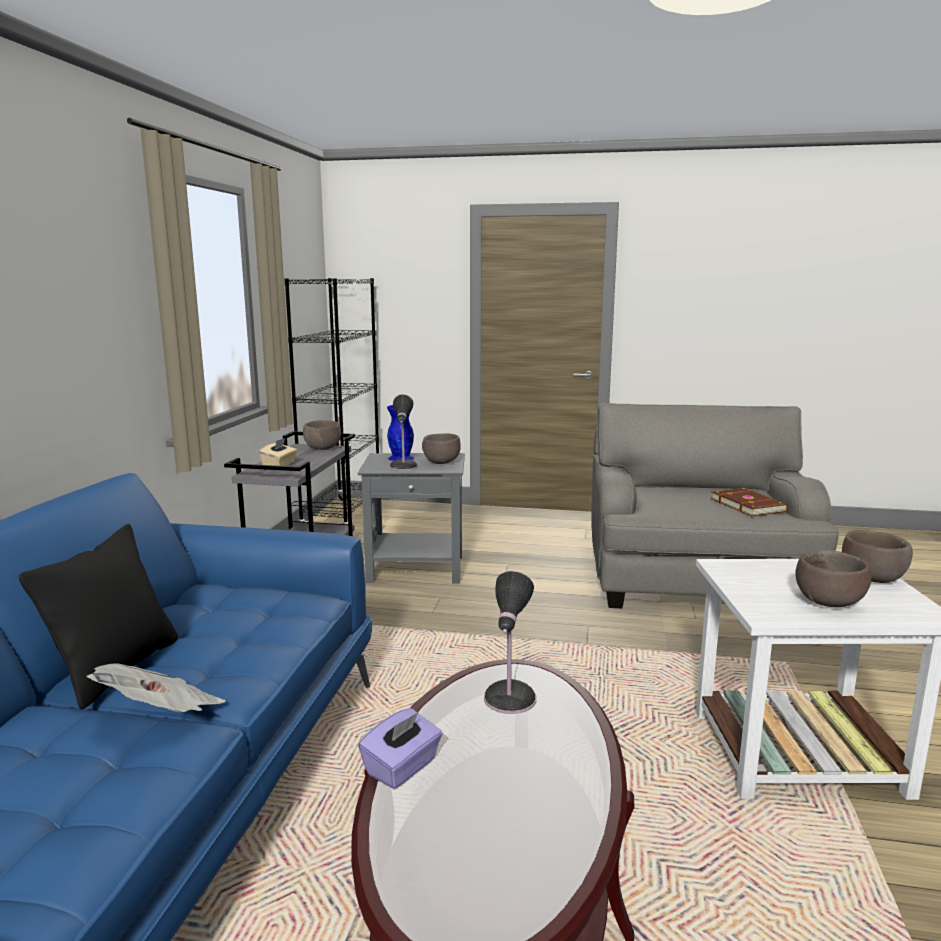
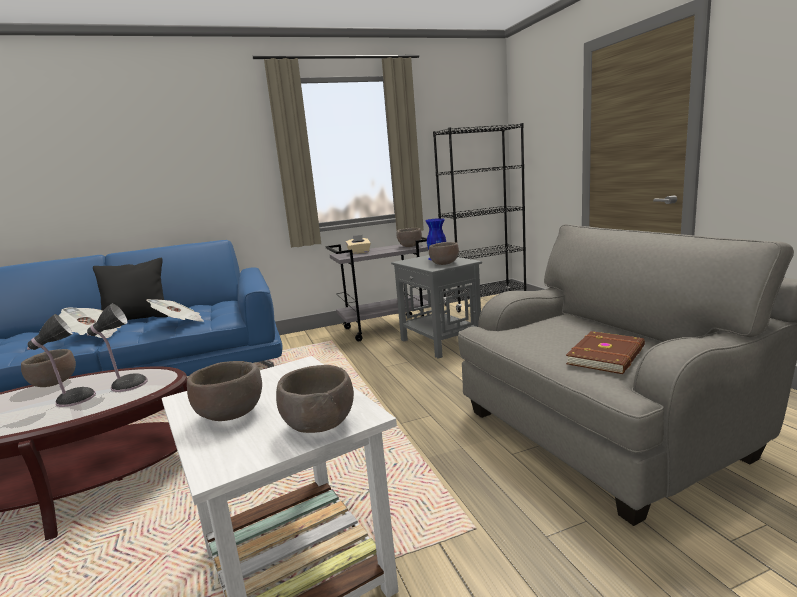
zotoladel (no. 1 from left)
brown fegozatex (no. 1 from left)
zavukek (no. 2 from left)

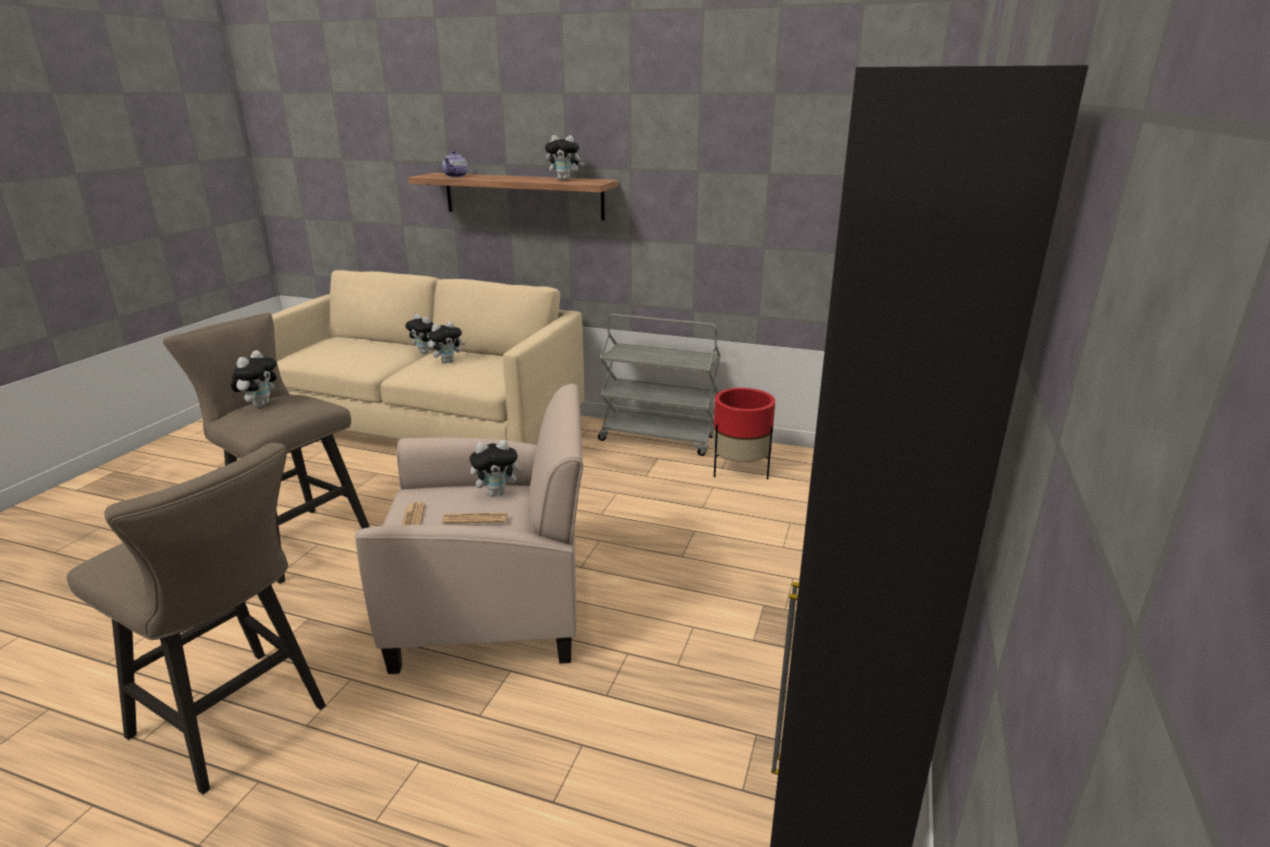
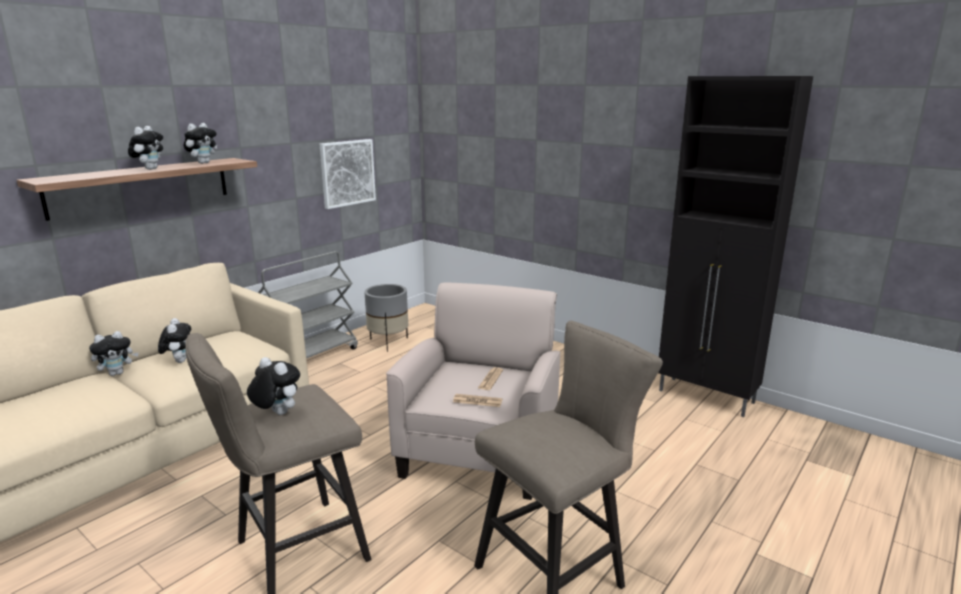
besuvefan
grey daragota
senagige (no. 2 from left)
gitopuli

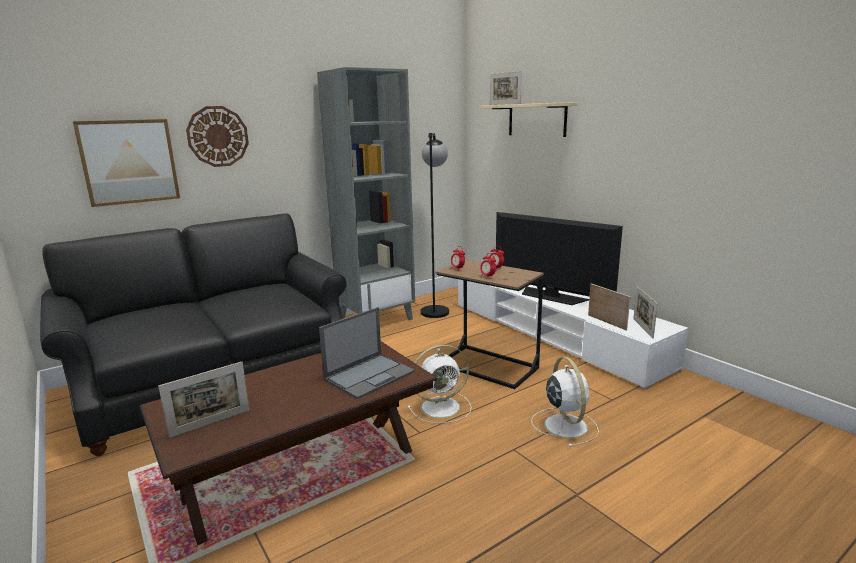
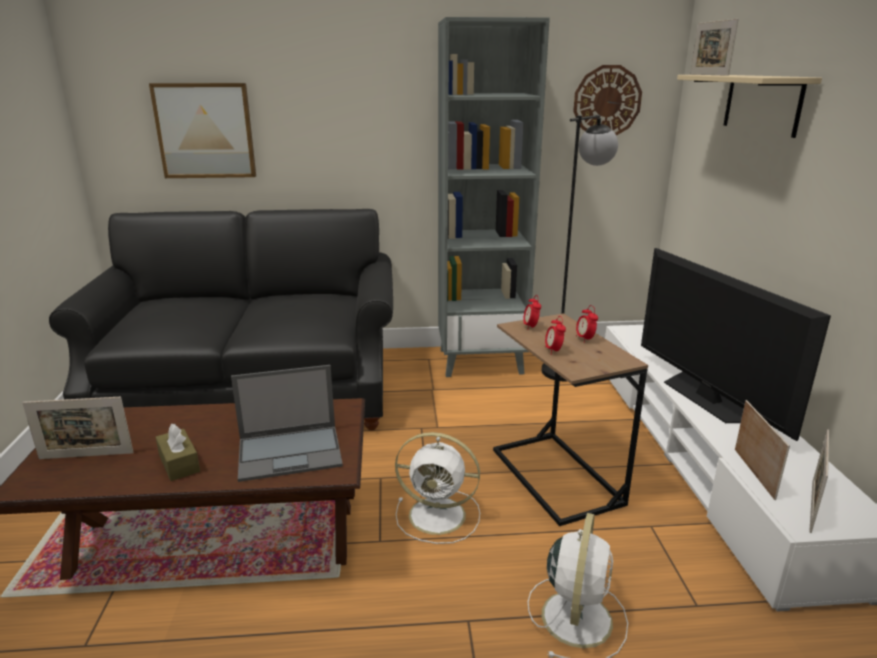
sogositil
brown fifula

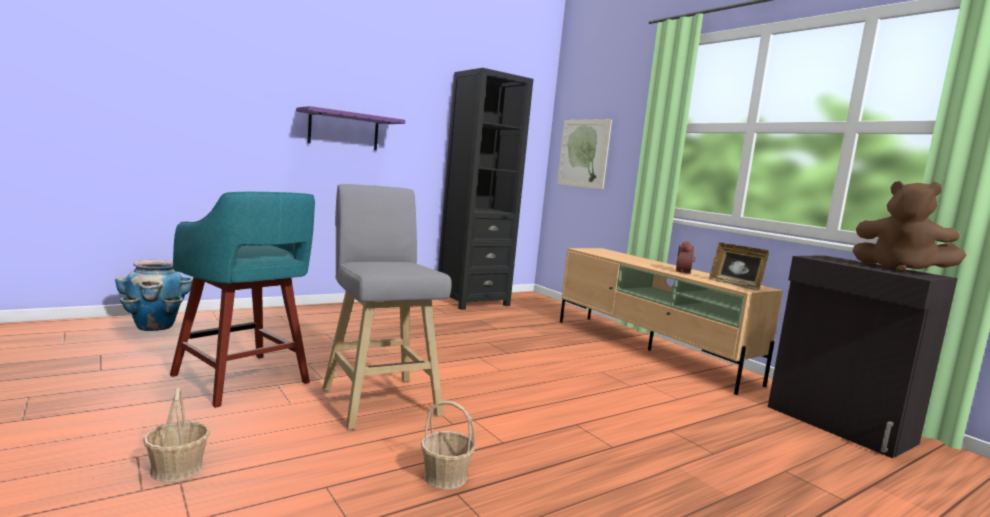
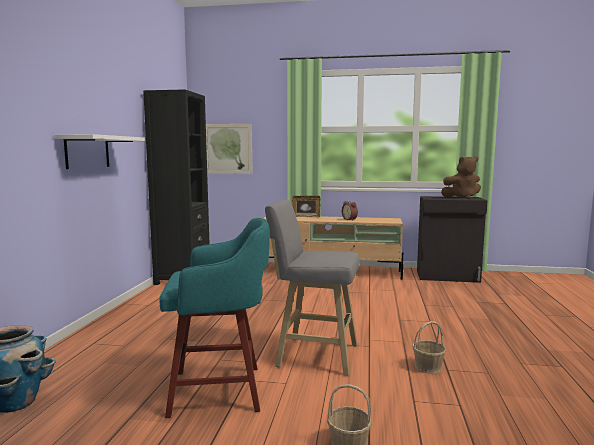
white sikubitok
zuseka

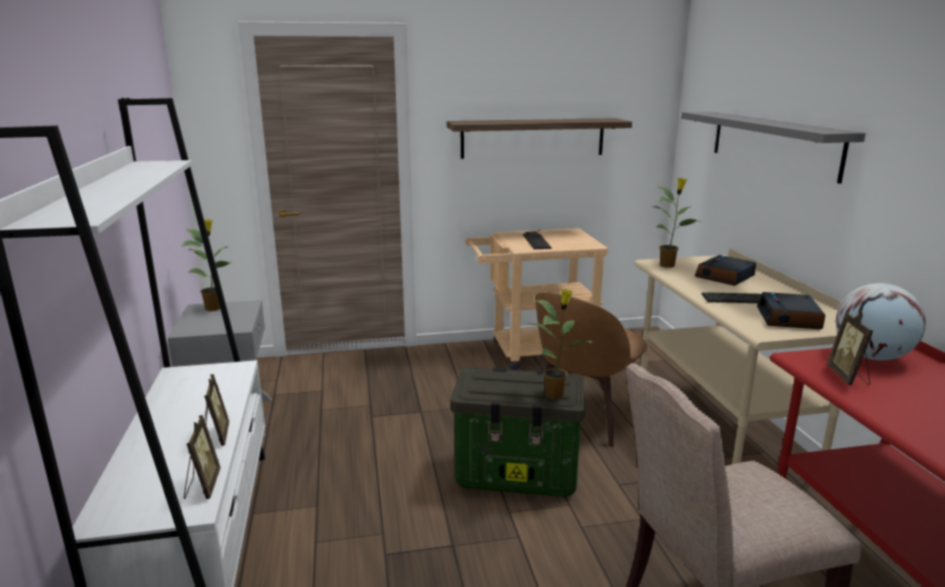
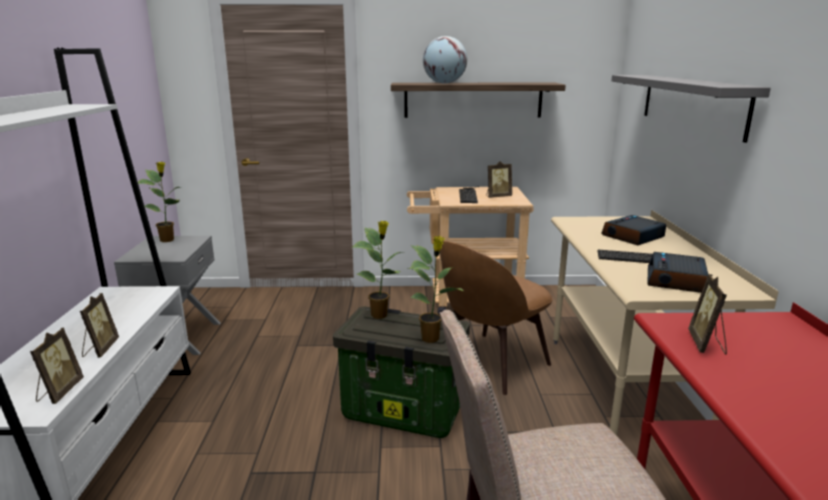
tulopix (no. 2 from left)
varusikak
zuseka (no. 3 from left)

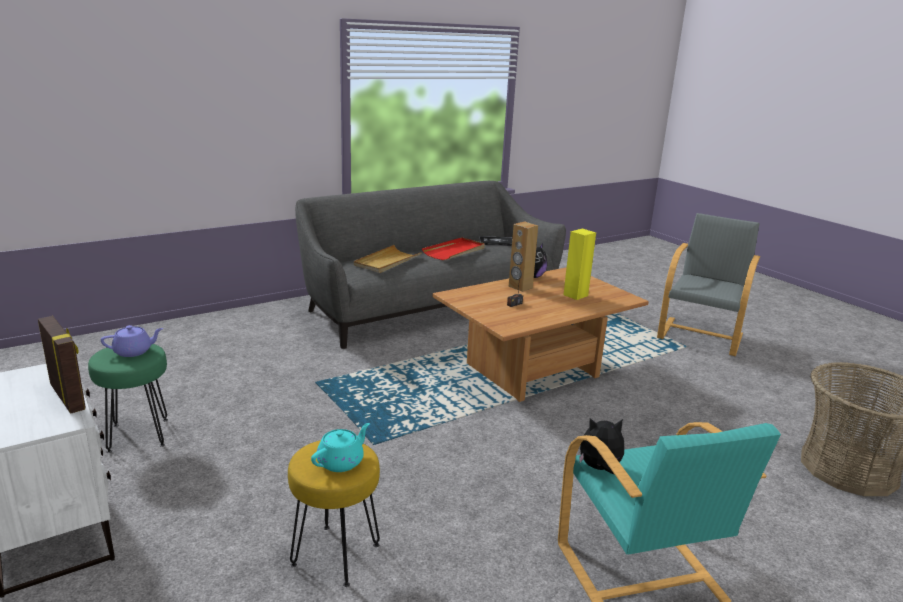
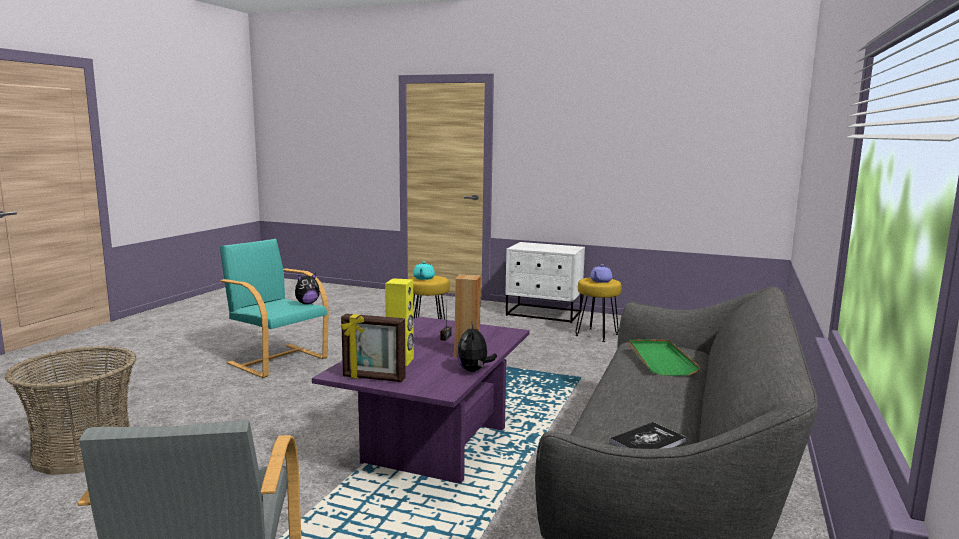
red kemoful
green kemoful
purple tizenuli
zuseka
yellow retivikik (no. 2 from left)

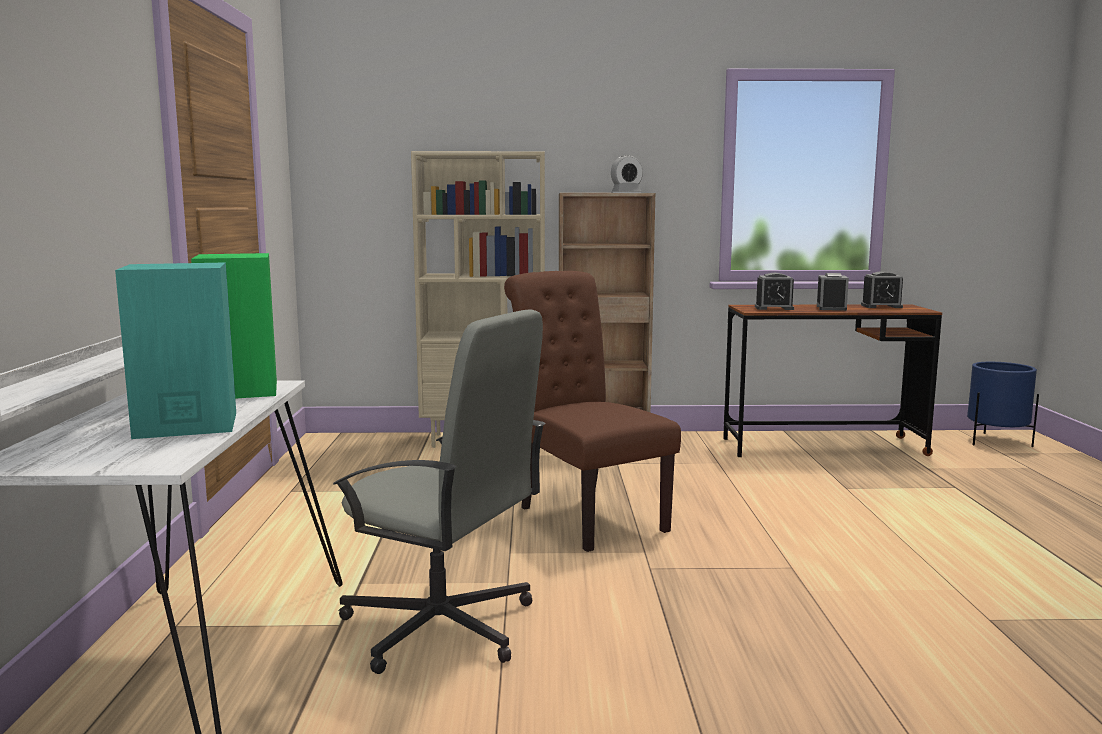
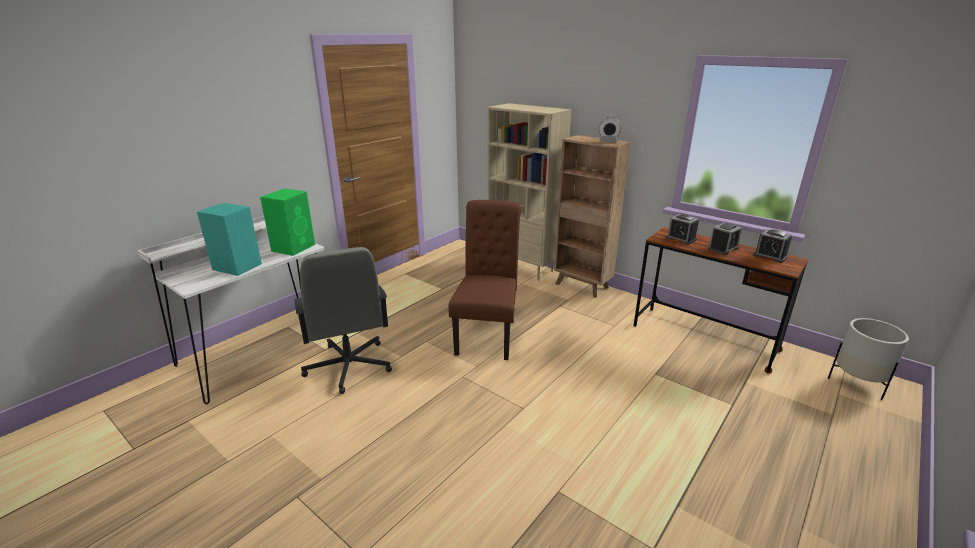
white daragota

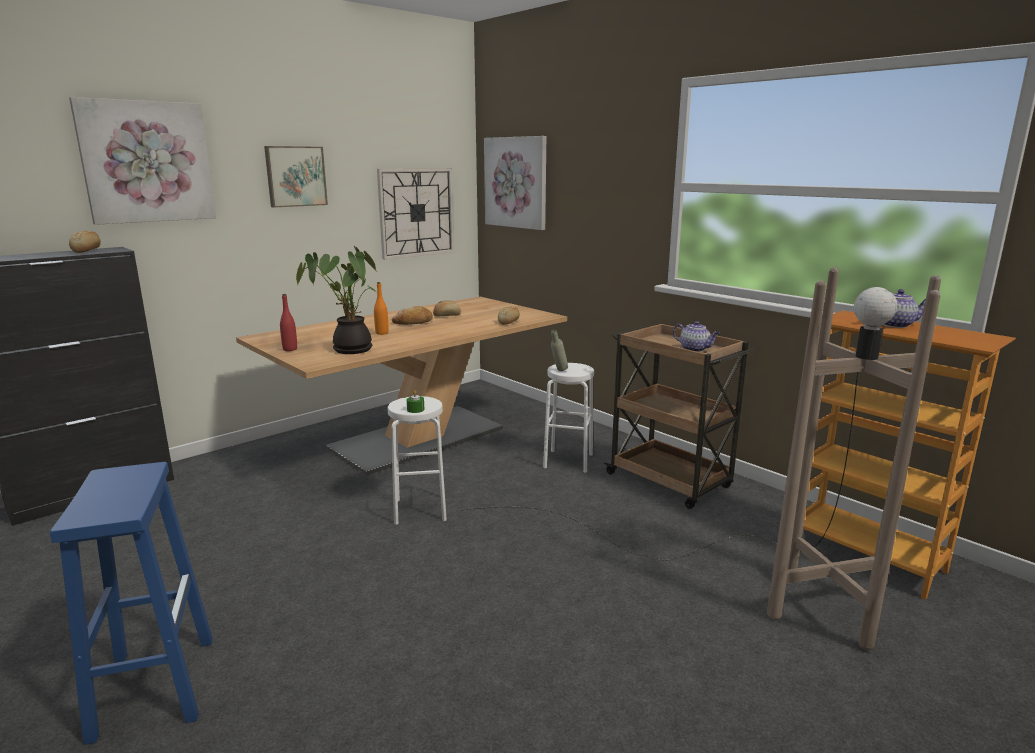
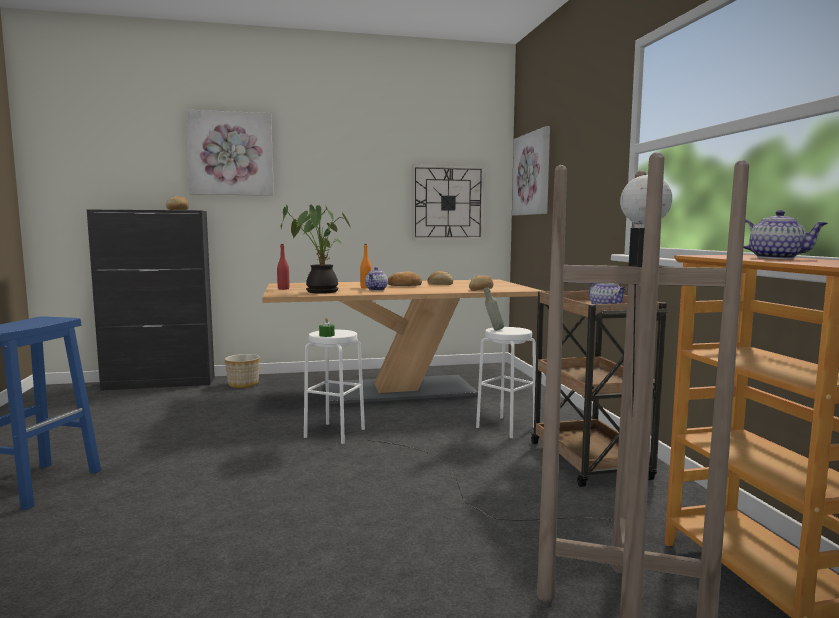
gitopuli (no. 2 from left in the first image)
besuvefan (no. 1 from left)
daragota

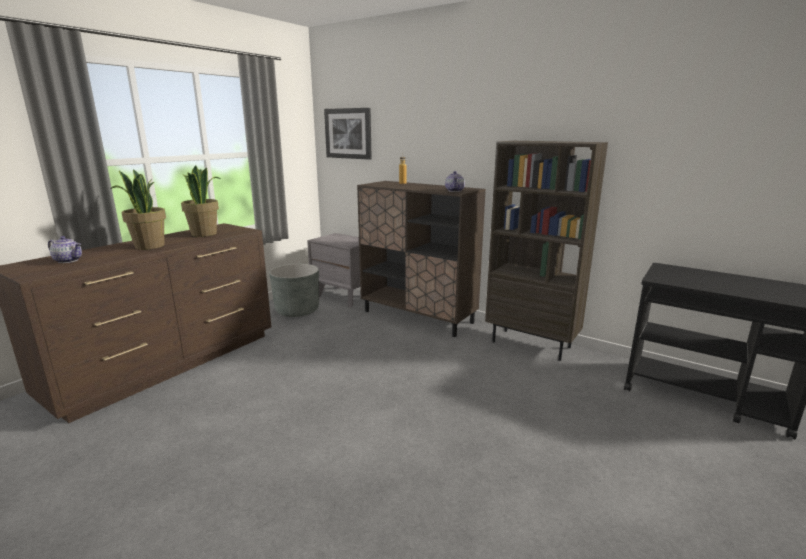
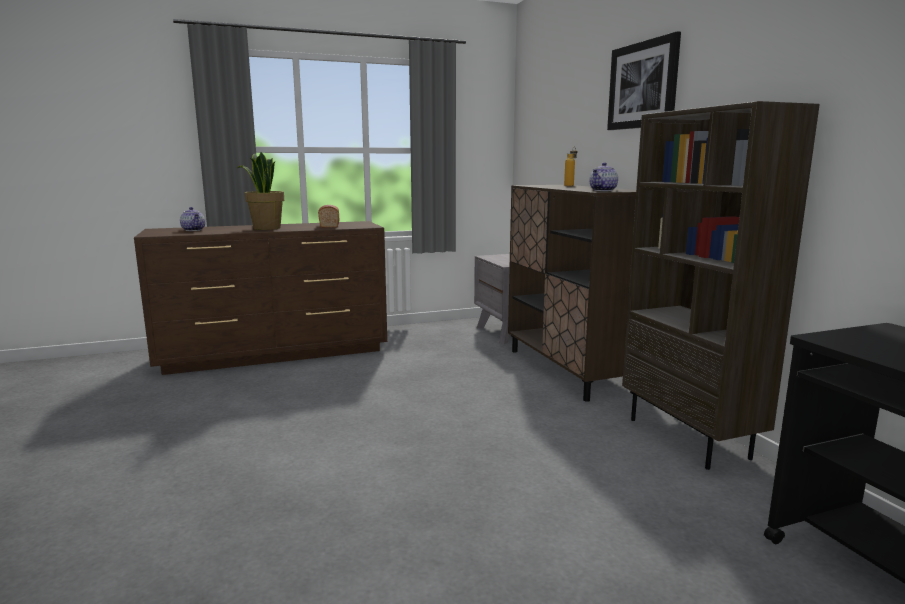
gitopuli
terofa
grey daragota

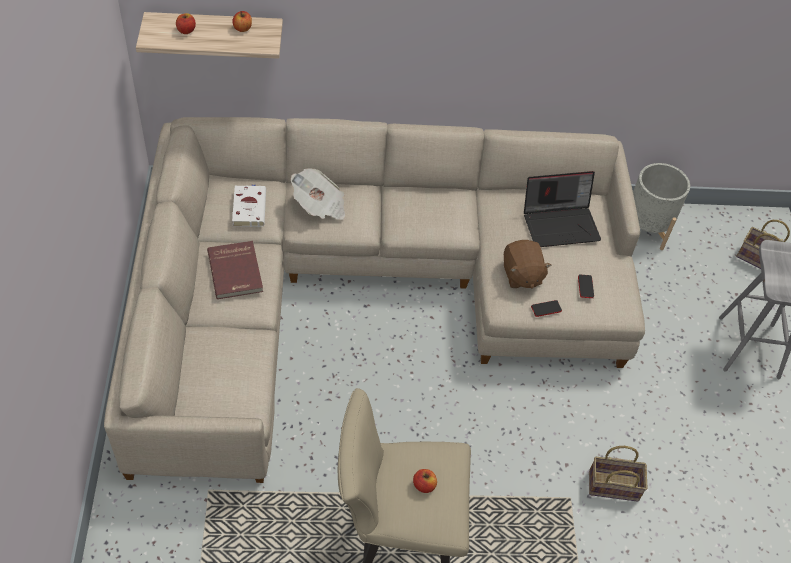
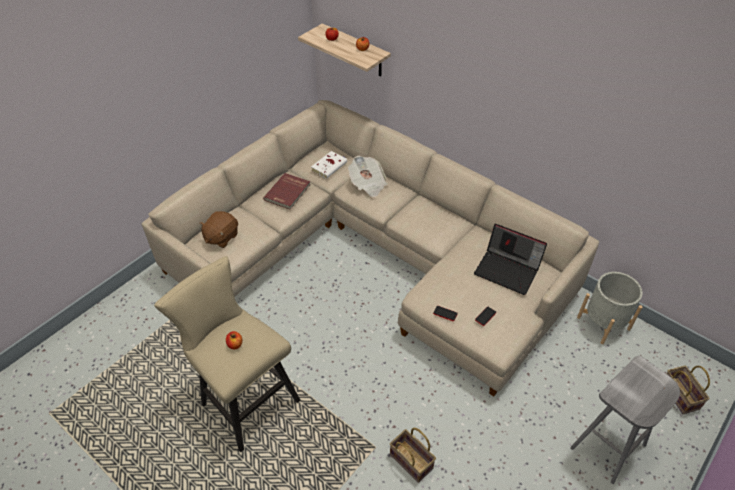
brown senagige

